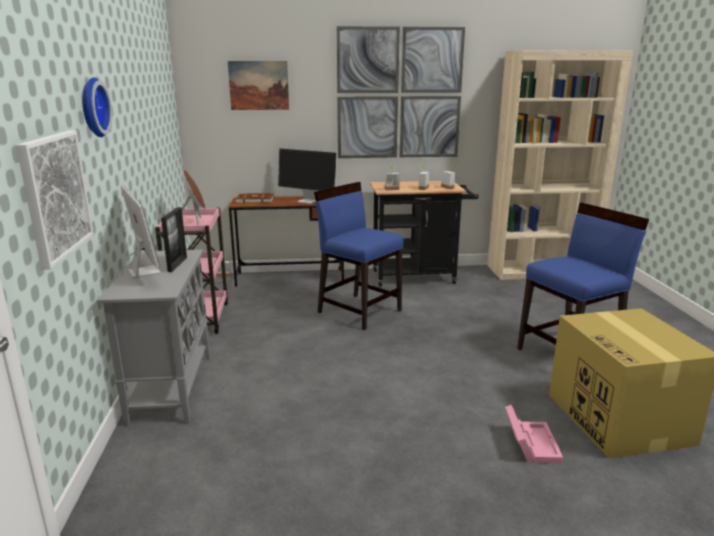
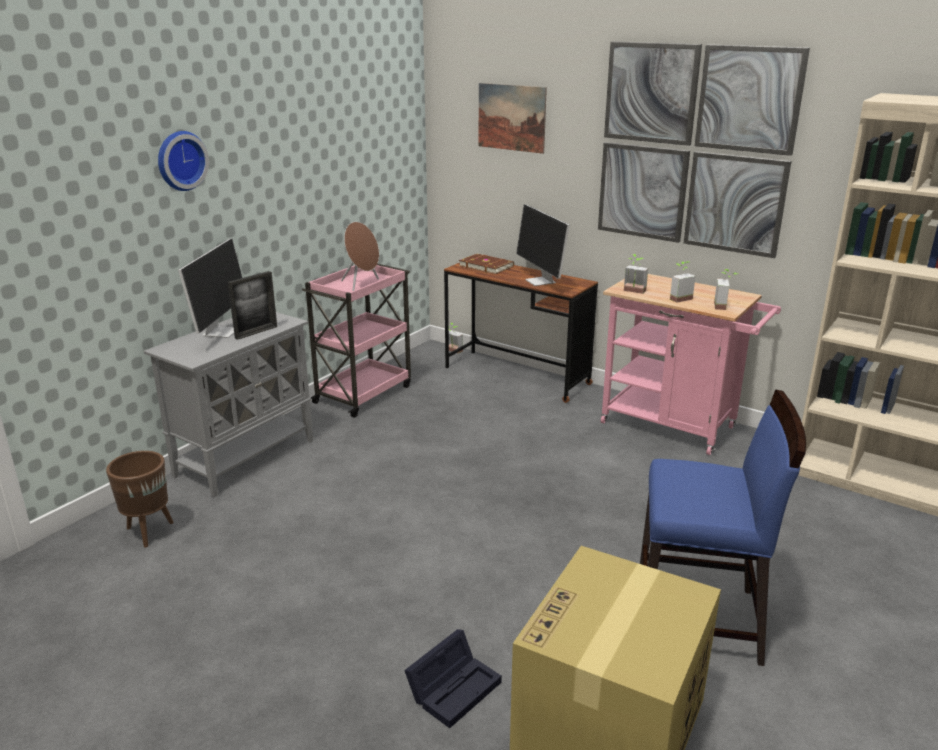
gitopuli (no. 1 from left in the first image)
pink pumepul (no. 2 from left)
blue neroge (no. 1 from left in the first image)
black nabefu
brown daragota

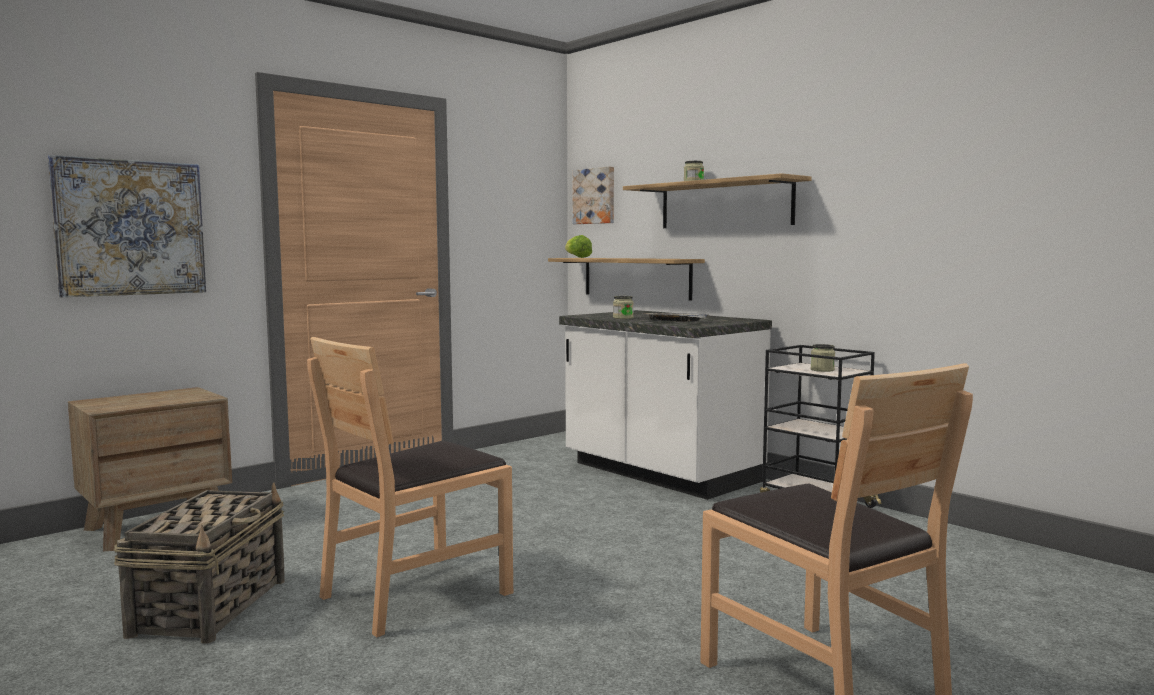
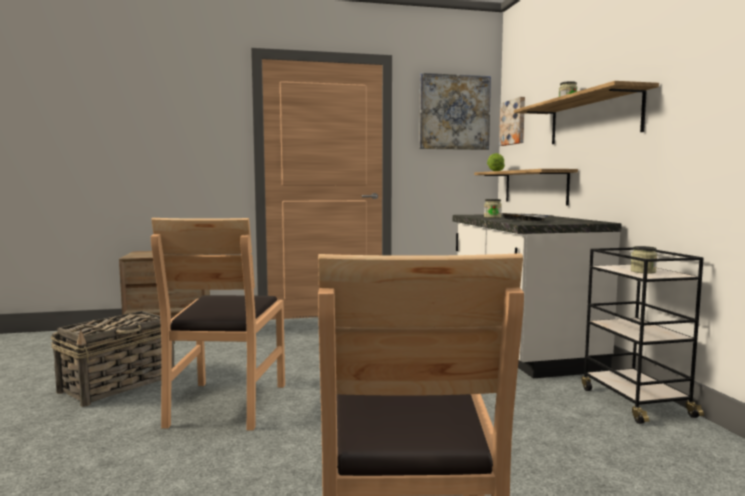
gitopuli (no. 1 from left)
brown neroge (no. 1 from left)

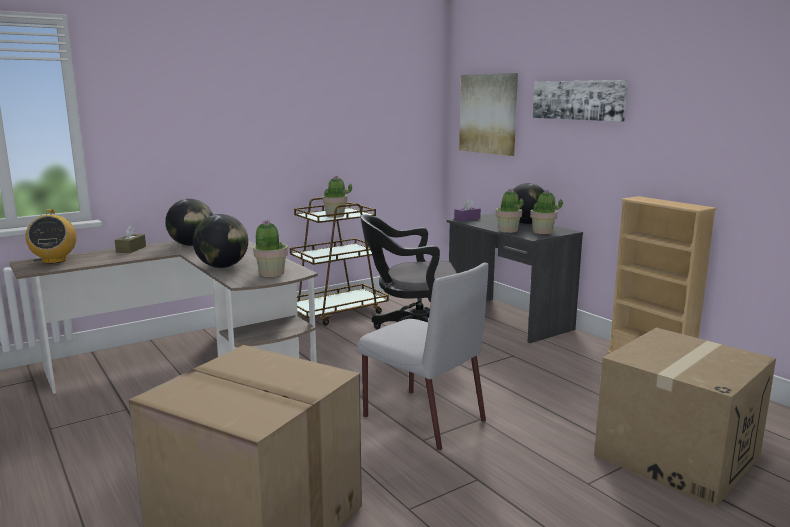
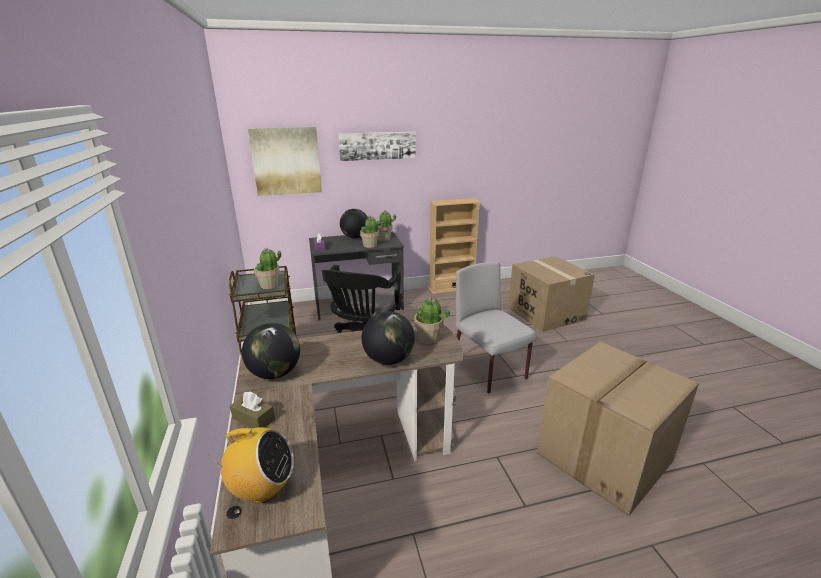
grey neroge

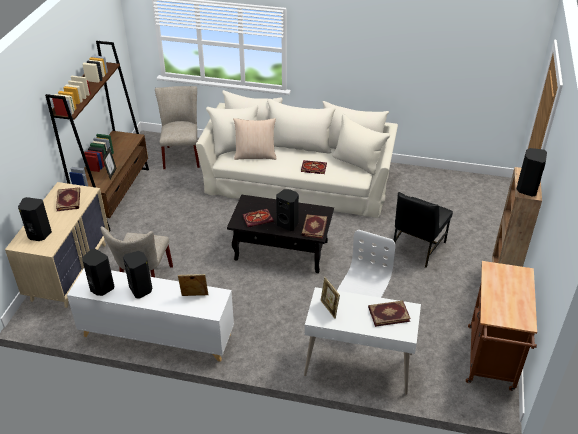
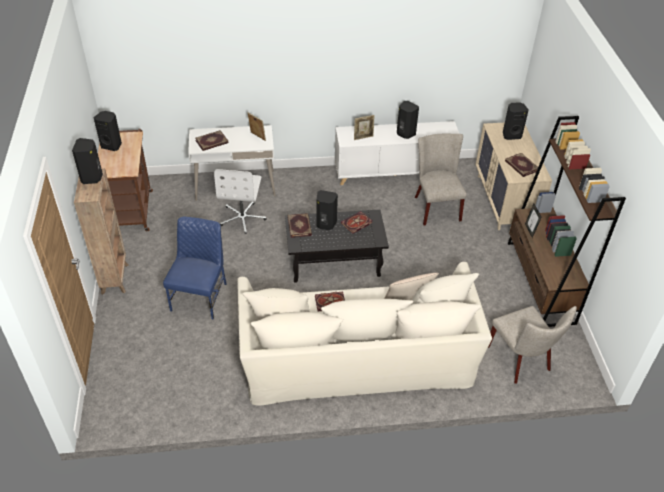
blue neroge
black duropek (no. 2 from left)

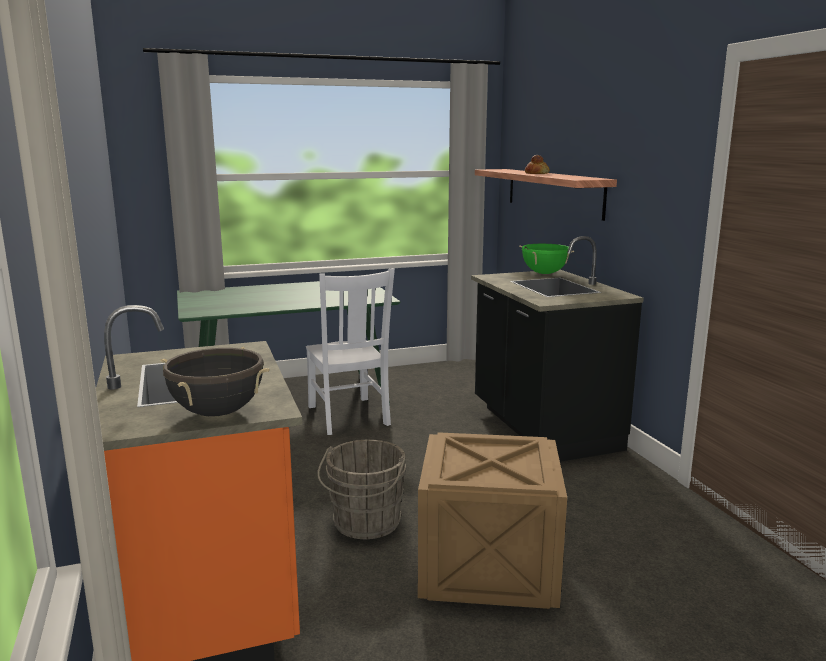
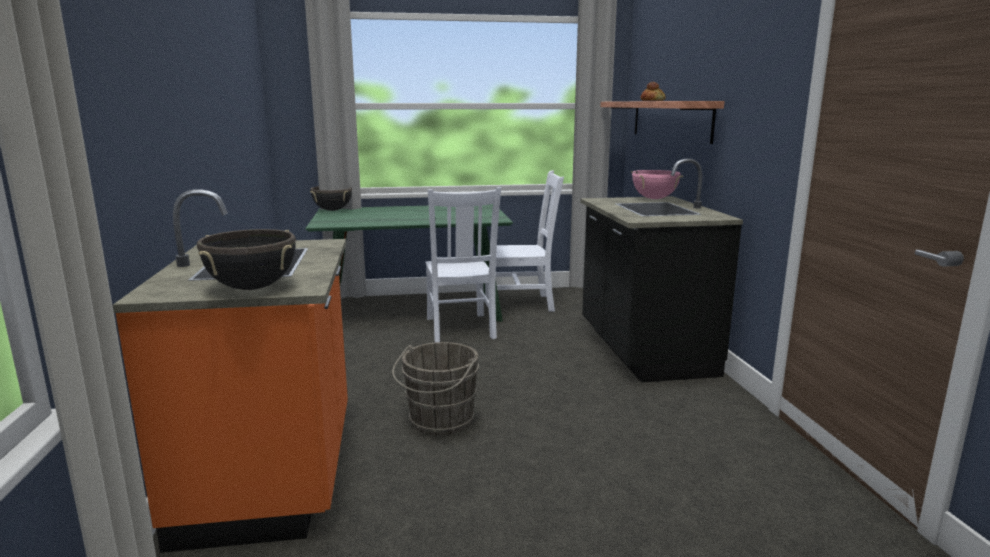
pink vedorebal
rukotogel
white neroge (no. 2 from left)
black vedorebal (no. 2 from left)

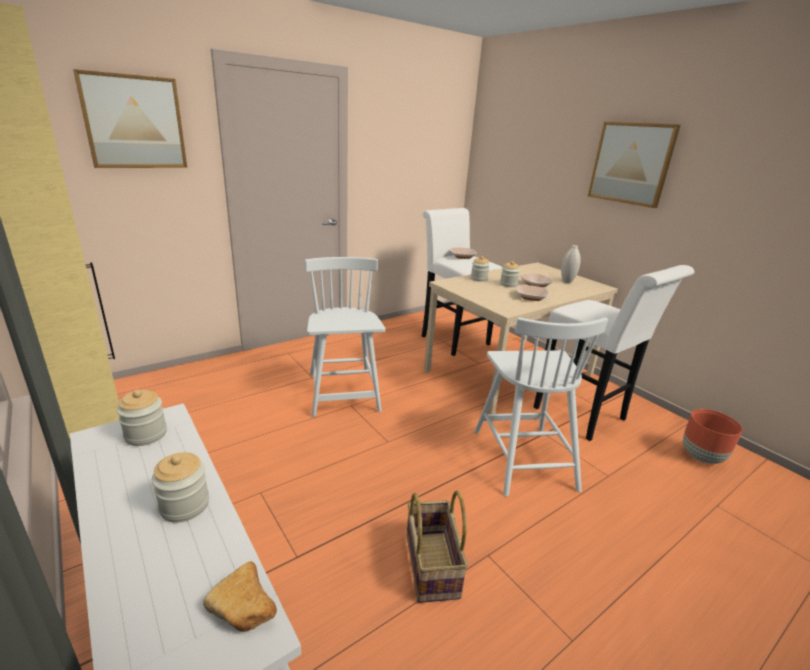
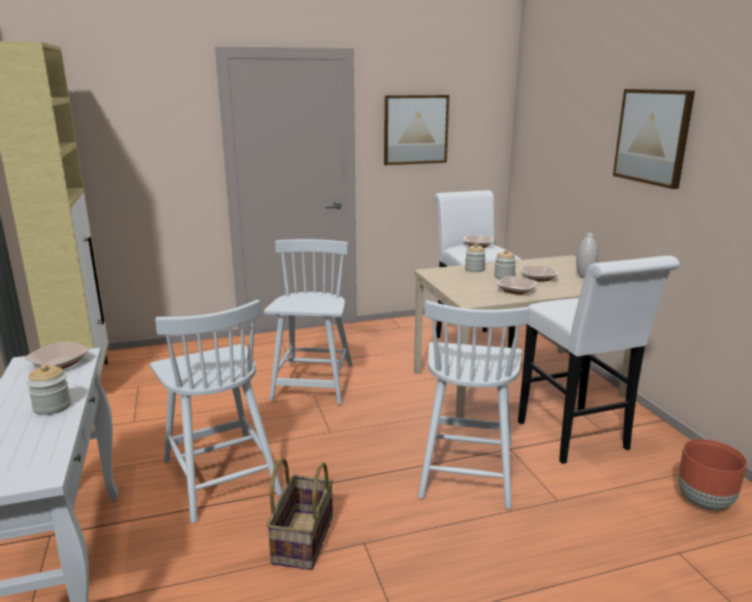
gitopuli (no. 1 from left)
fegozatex (no. 1 from left)
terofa
white neroge (no. 1 from left)

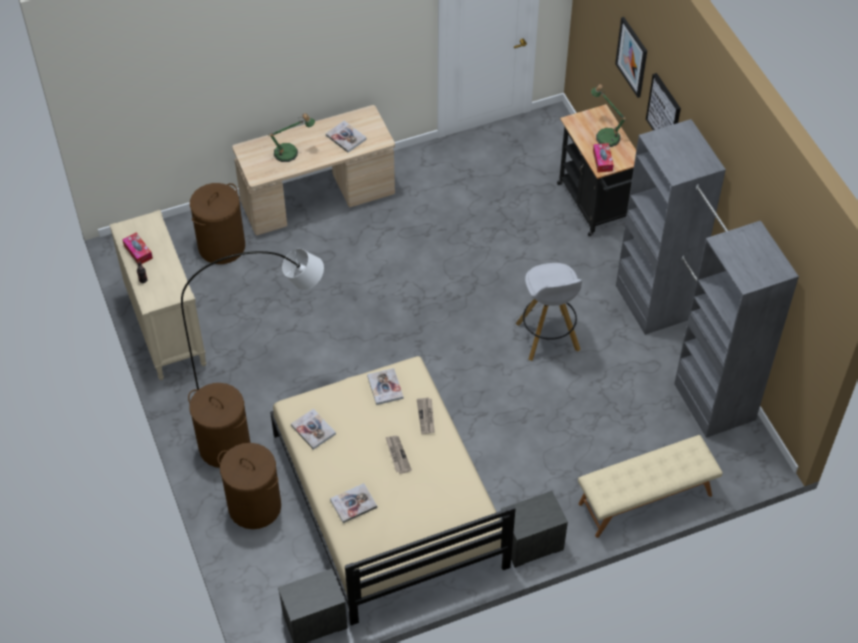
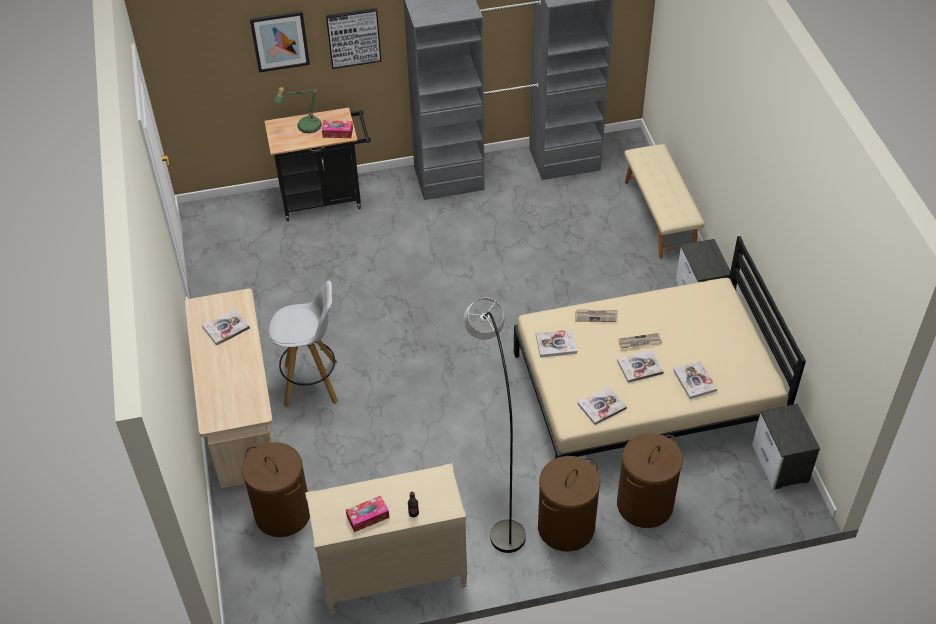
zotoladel (no. 1 from left in the first image)
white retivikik
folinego (no. 4 from left)

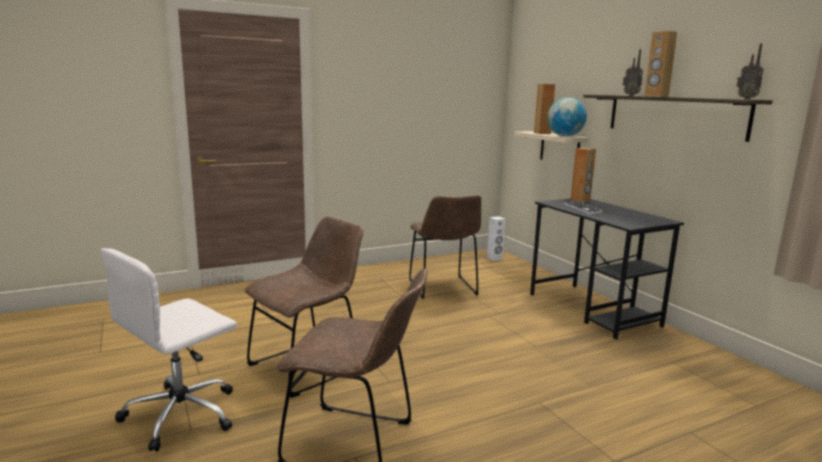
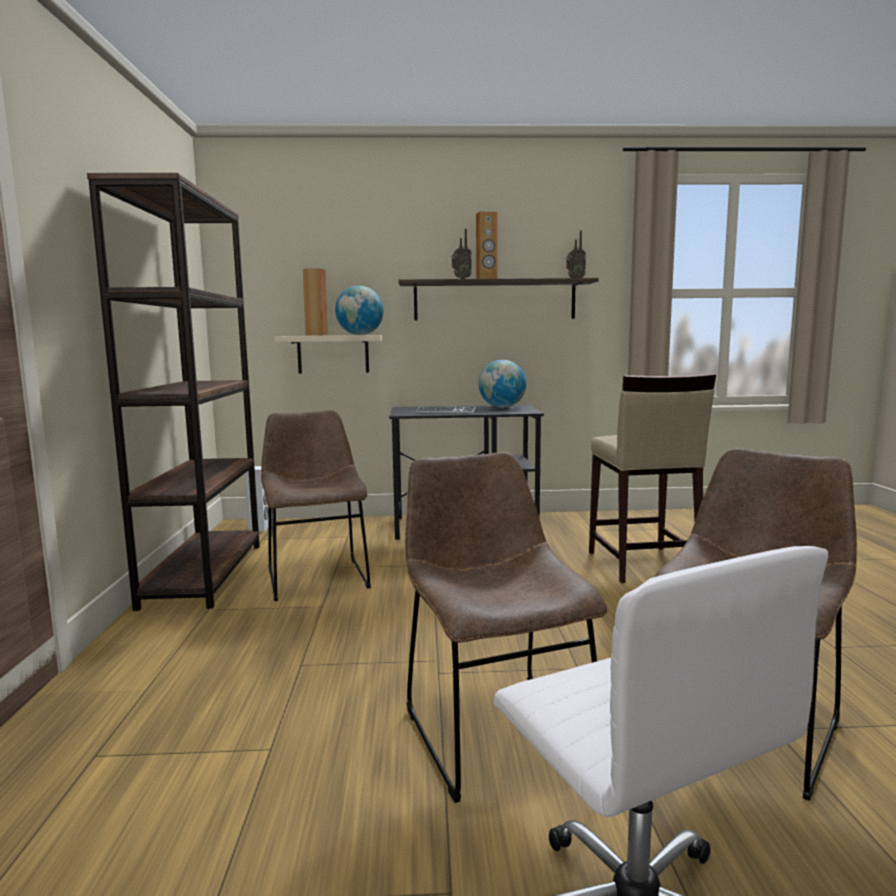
brown duropek (no. 2 from left in the first image)
brown neroge (no. 1 from left)
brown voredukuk
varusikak (no. 2 from left)
beige retivikik

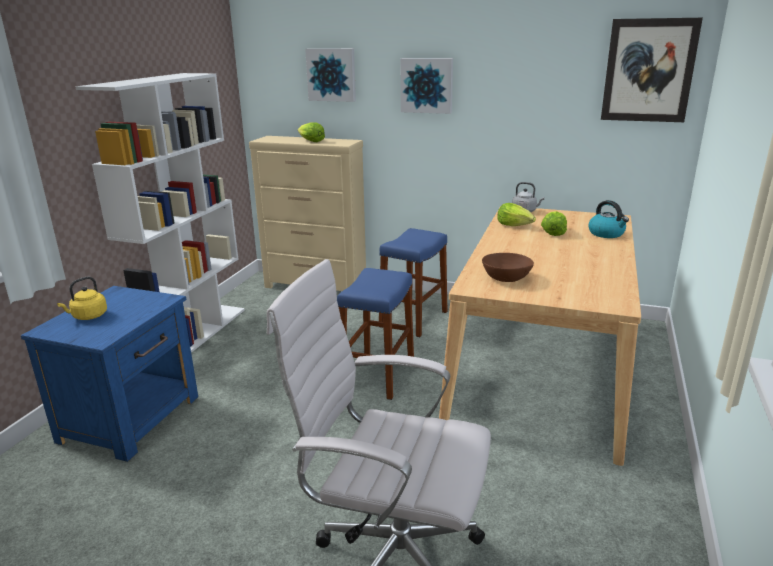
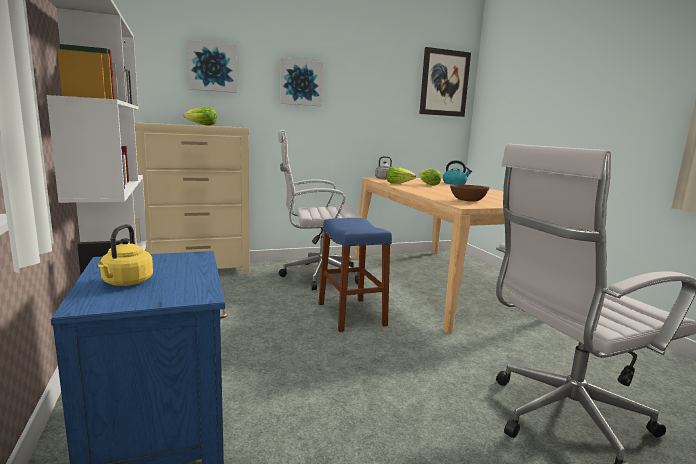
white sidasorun (no. 1 from left)

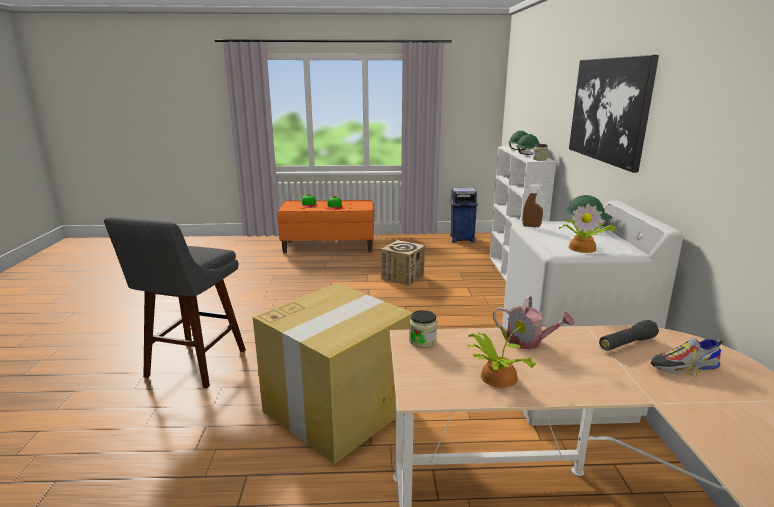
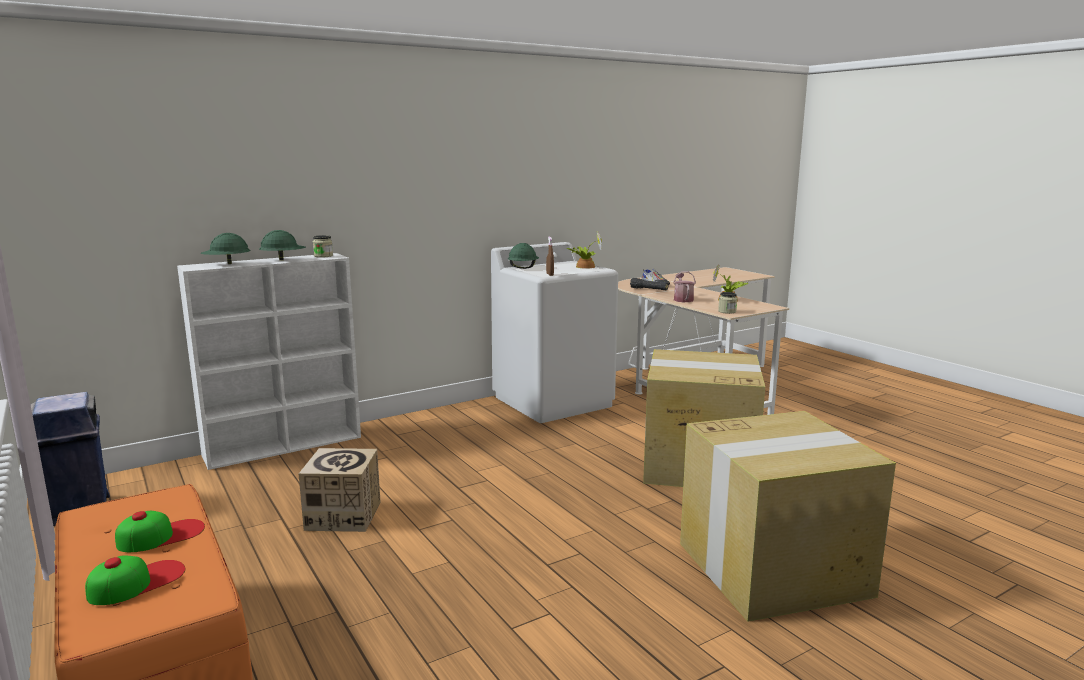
gitopuli
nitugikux (no. 3 from left)

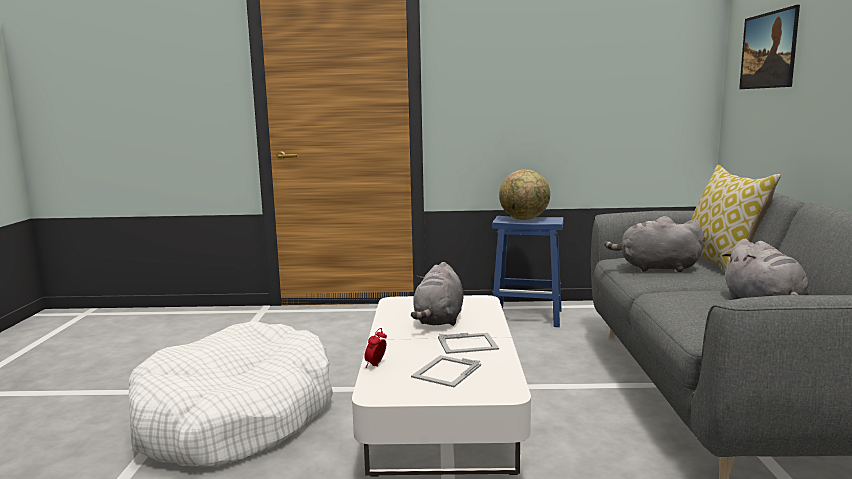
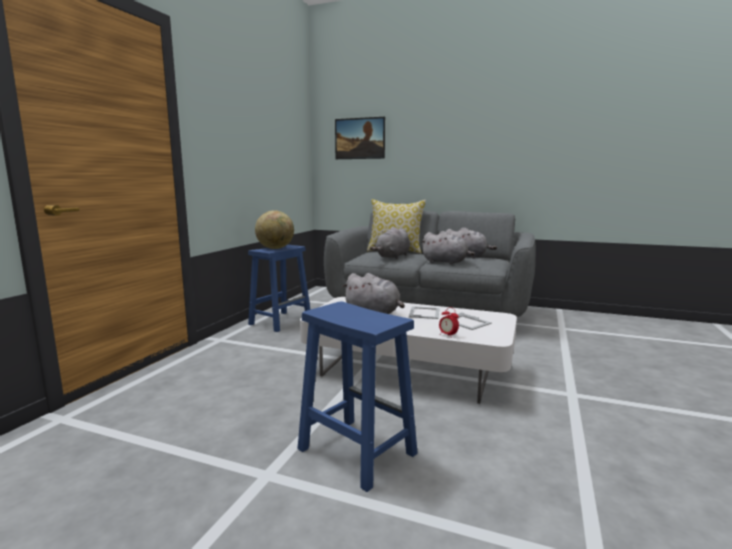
blue retivikik (no. 2 from left)
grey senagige (no. 3 from left)

